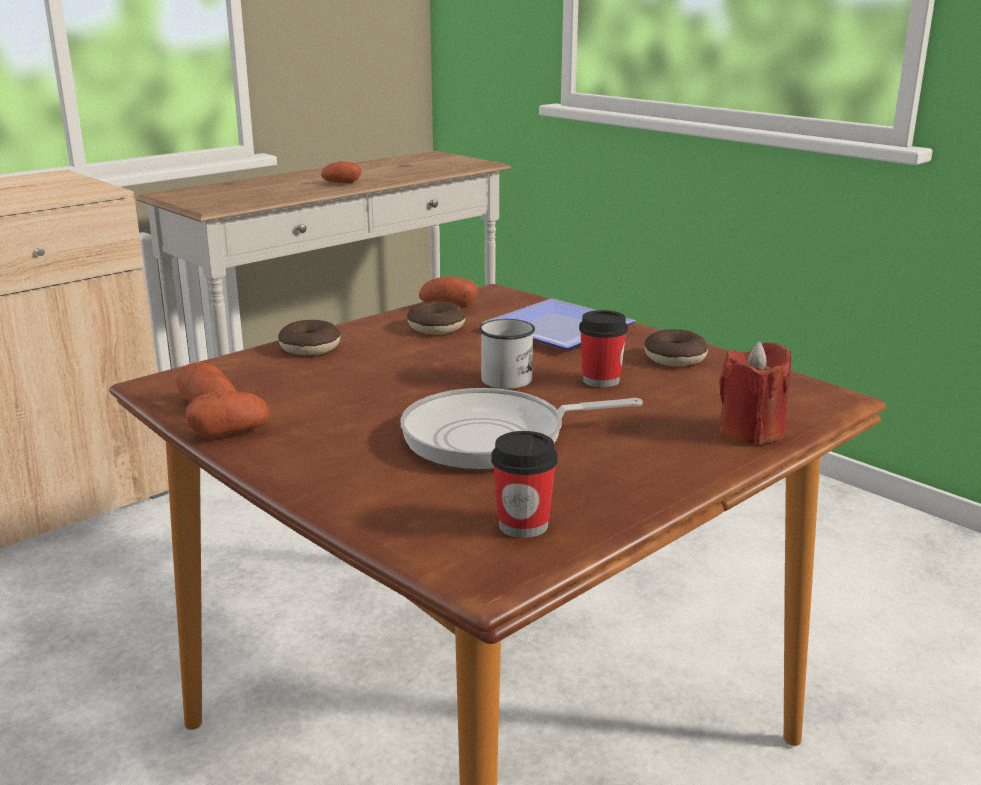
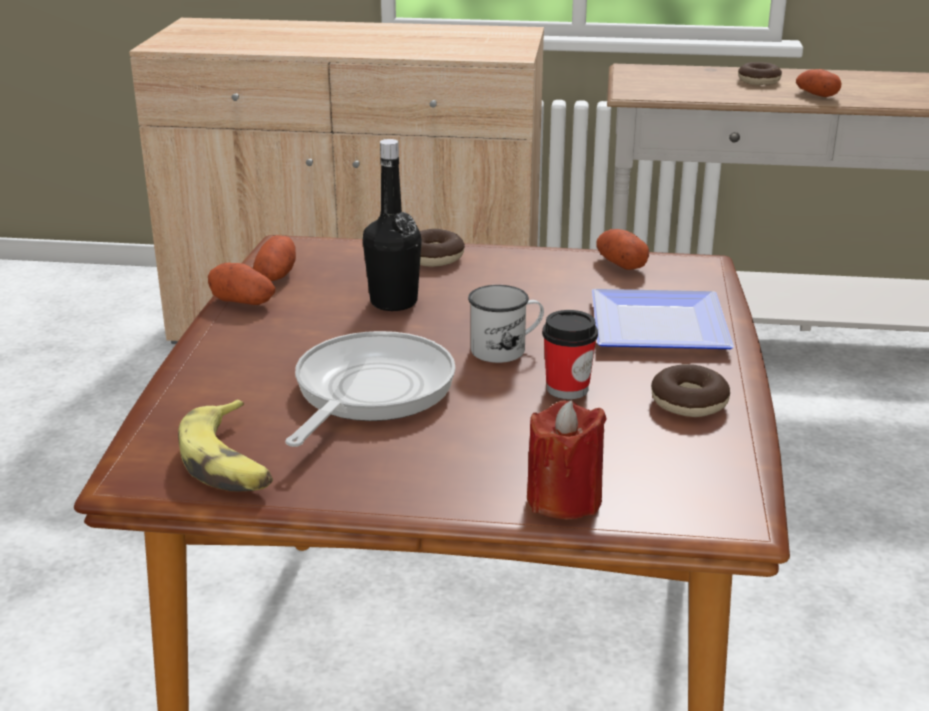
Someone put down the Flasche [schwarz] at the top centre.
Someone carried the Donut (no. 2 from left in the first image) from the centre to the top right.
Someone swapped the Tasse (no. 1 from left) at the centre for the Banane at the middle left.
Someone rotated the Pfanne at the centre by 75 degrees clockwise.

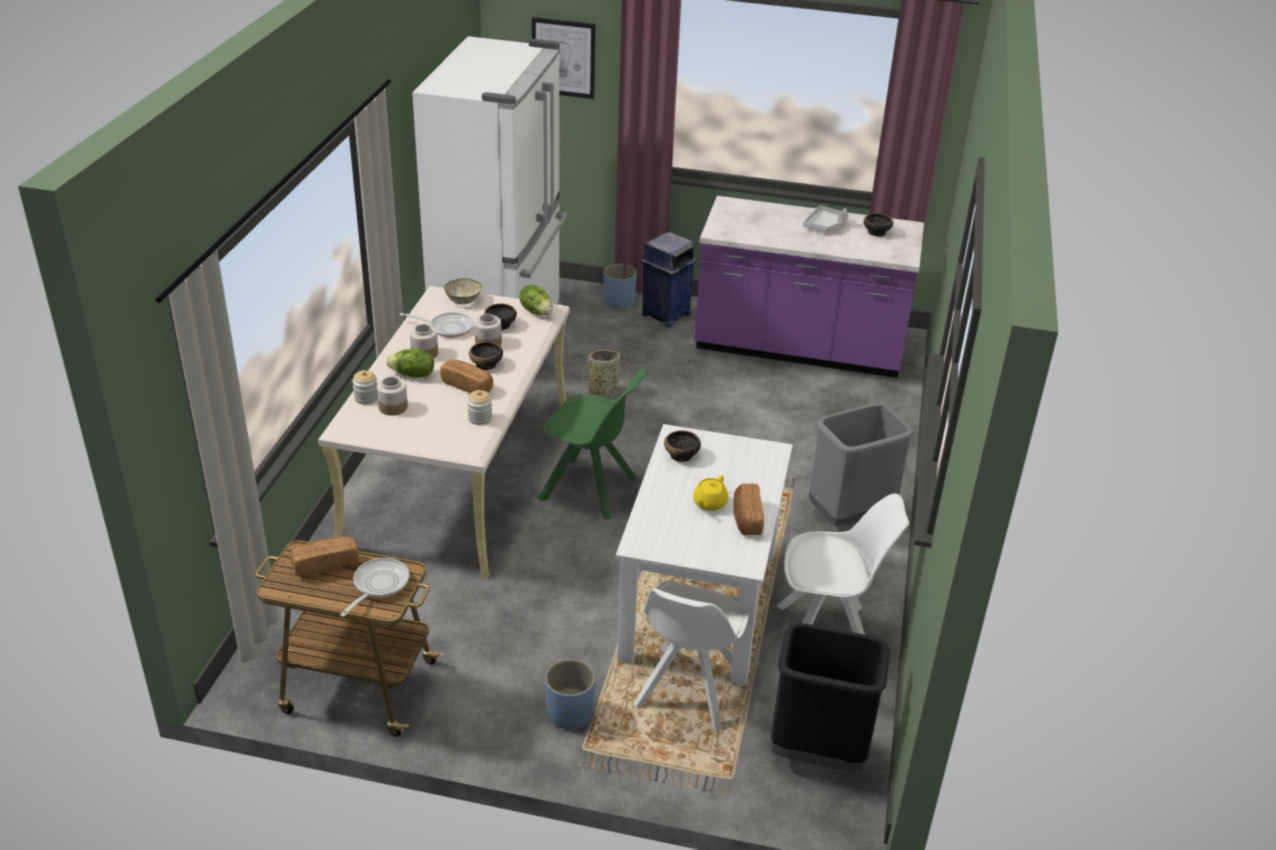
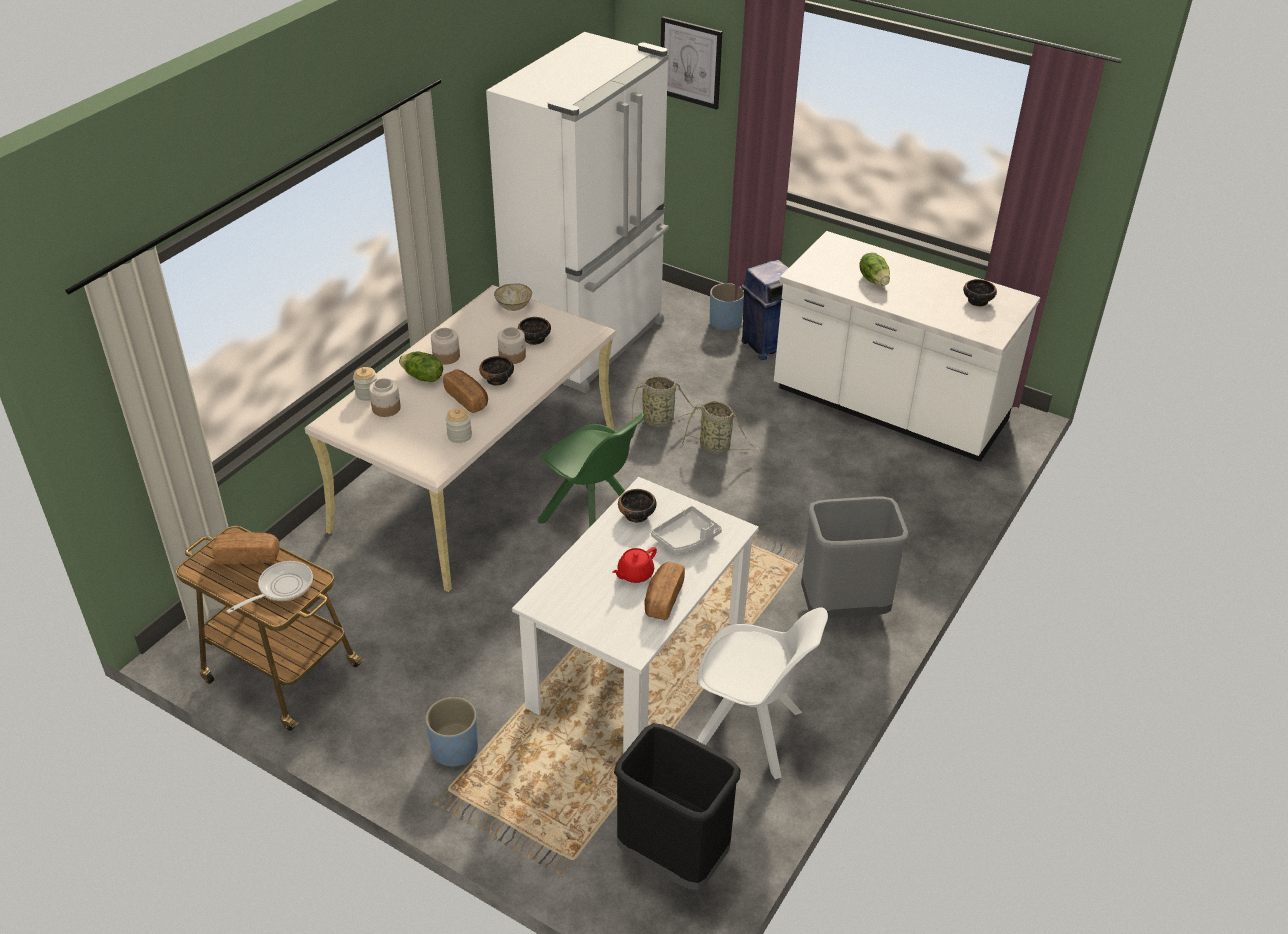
Someone took away the Pfanne (no. 2 from left) at the centre.
Someone took away the Stuhl [weiß] (no. 1 from left) at the bottom centre.
Someone put down the Korb (no. 2 from left) at the centre.
Someone carried the Salatkopf (no. 2 from left) from the centre to the top right.
Someone carried the Tablett [grau] from the top centre to the centre.
Someone repainted the Teekanne [gelb] at the centre, which became the Teekanne [rot] at the centre.
Someone repainted the Küchenzeile [lila] at the centre, which became the Küchenzeile [weiß] at the middle right.

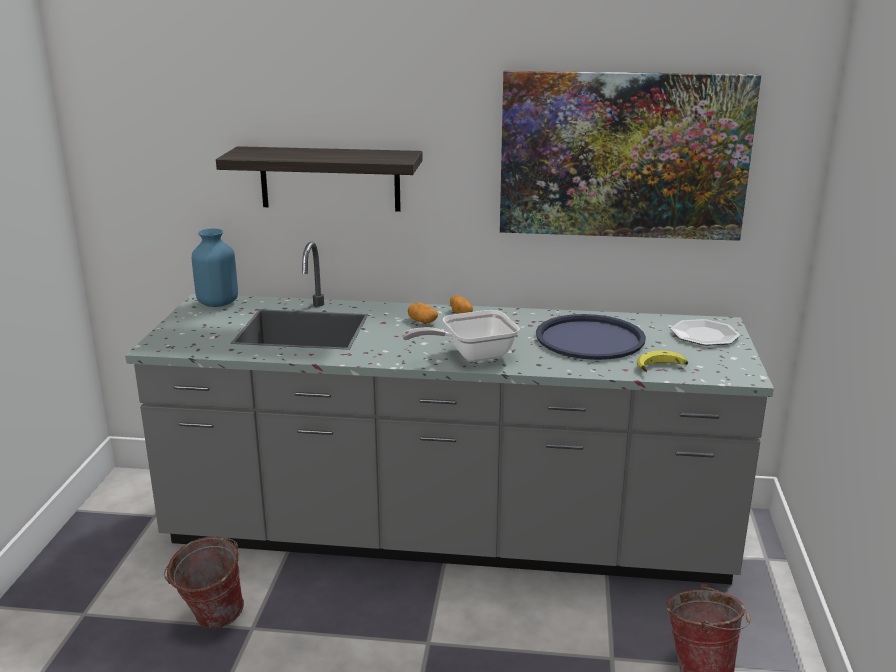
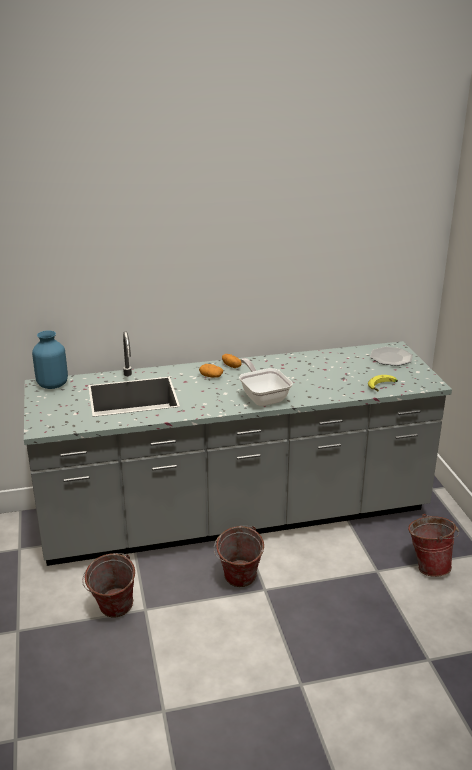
Someone took away the Wandregal at the top centre.
Someone took away the Bild at the top right.
Someone took away the Tablett [blau] at the centre.
Someone put down the Eimer (no. 2 from left) at the bottom centre.
Someone rotated the Pfanne at the centre by 105 degrees clockwise.

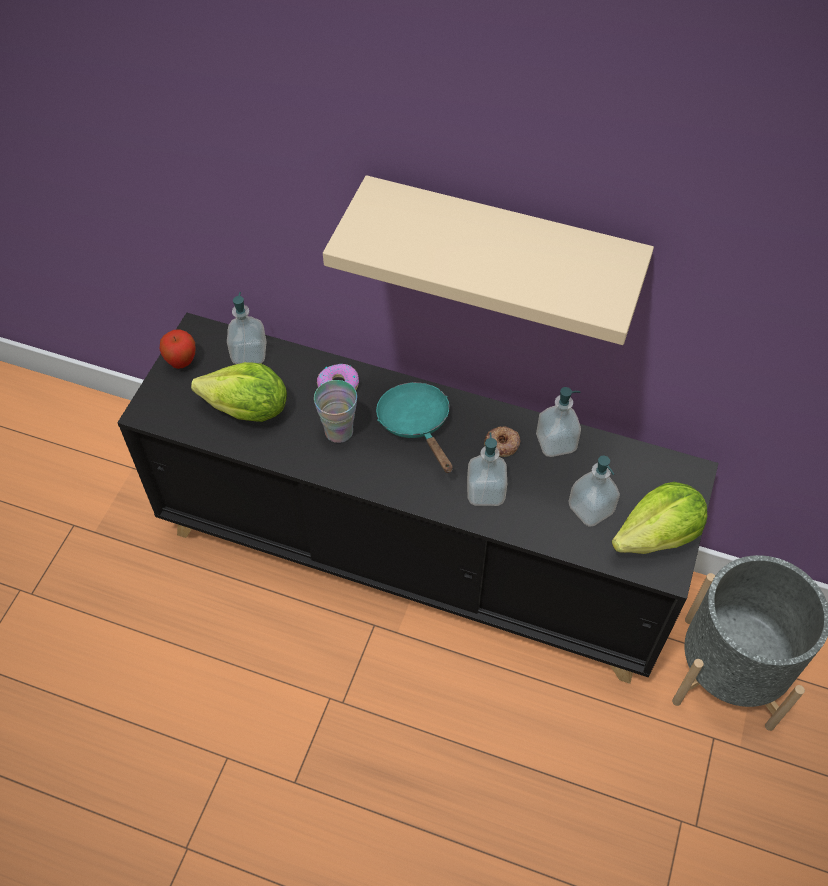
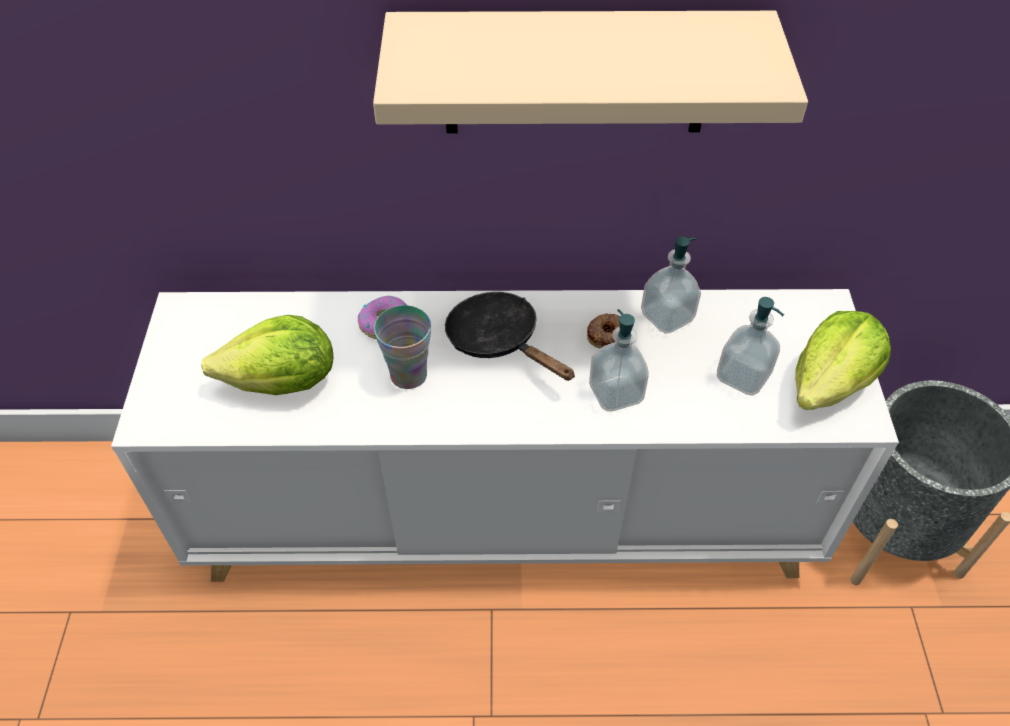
Someone took away the Apfel at the middle left.
Someone took away the Seifenspender (no. 1 from left) at the middle left.
Someone repainted the Schrank [schwarz] at the centre, which became the Schrank [weiß] at the centre.
Someone repainted the Pfanne [türkis] at the centre, which became the Pfanne [schwarz] at the centre.

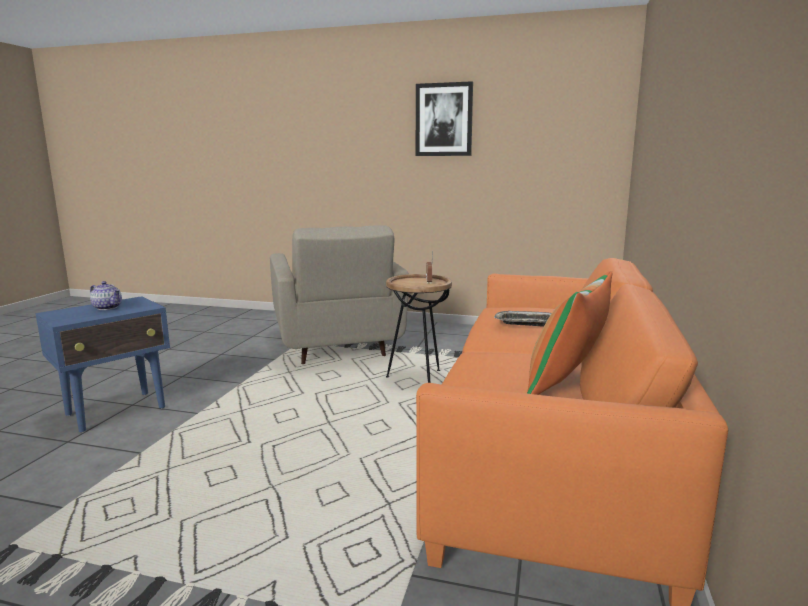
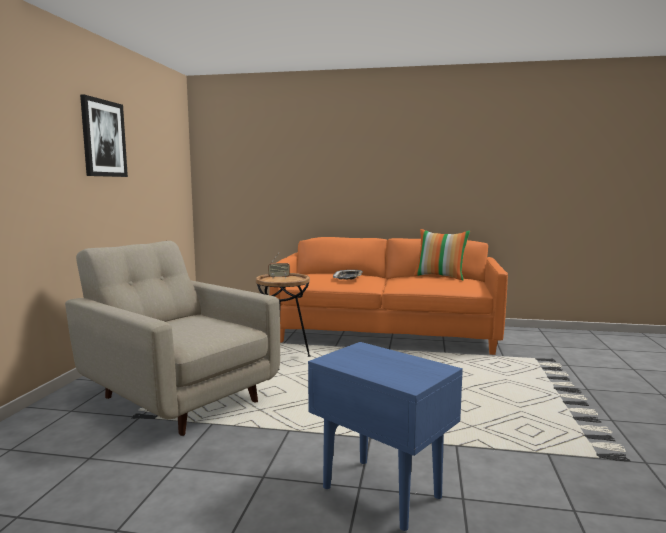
Someone took away the Teekanne at the middle left.
Someone rotated the Sessel [beige] at the centre by 120 degrees counterclockwise.

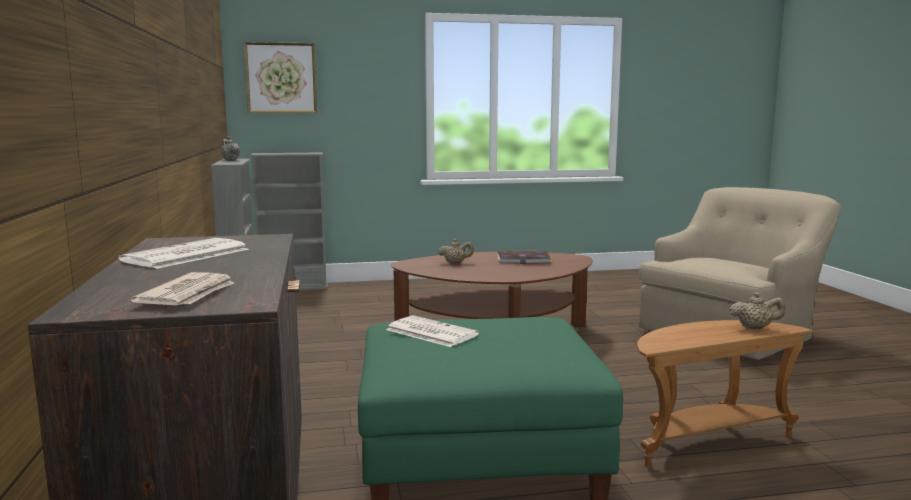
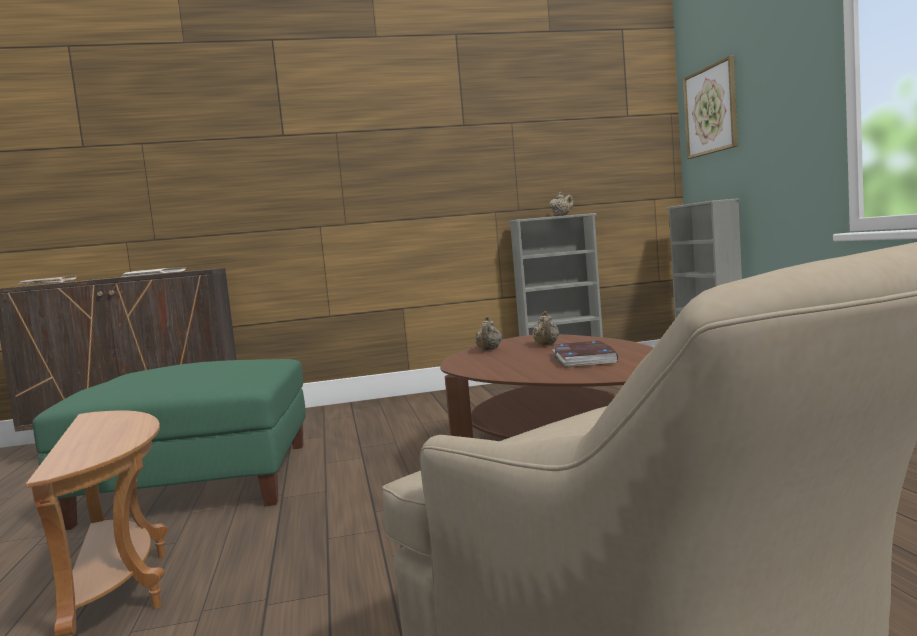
Someone took away the Zeitung (no. 3 from left) at the centre.
Someone carried the Teekanne [beige] (no. 3 from left in the first image) from the middle right to the centre.

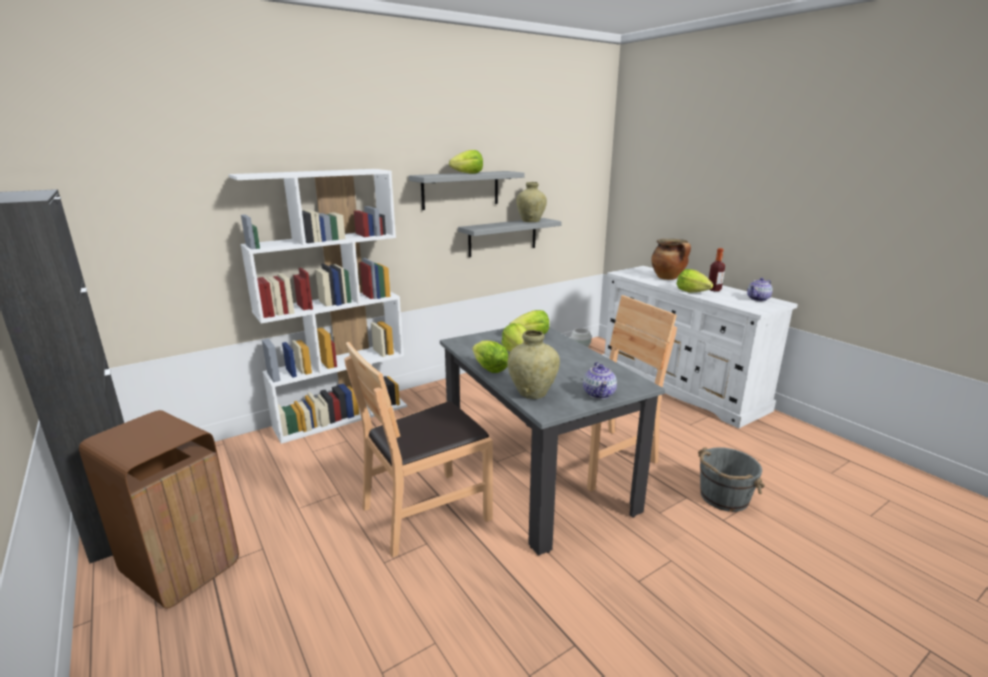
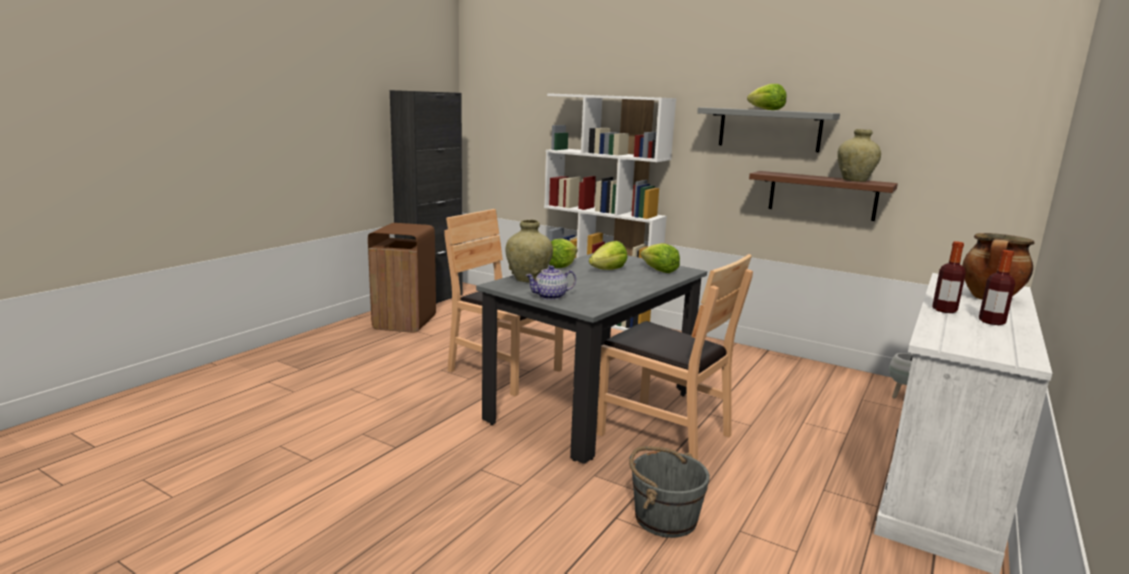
Someone took away the Teekanne (no. 2 from left) at the middle right.
Someone swapped the Salatkopf (no. 5 from left) at the middle right for the Flasche (no. 1 from left) at the middle right.
Someone repainted the Wandregal [grau] (no. 2 from left) at the centre, which became the Wandregal [braun] at the middle right.

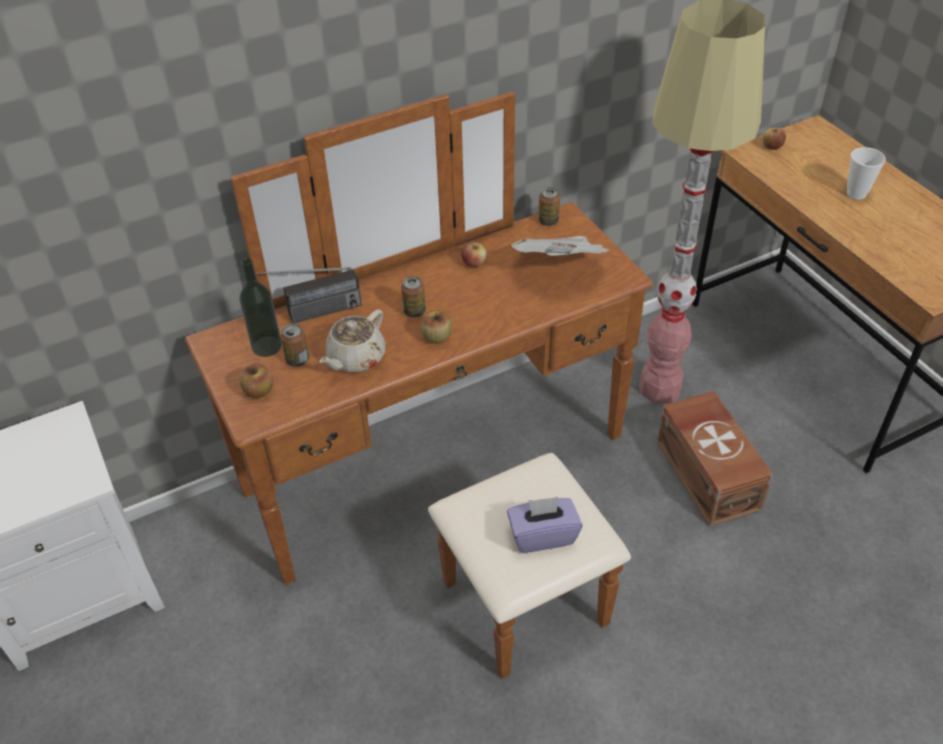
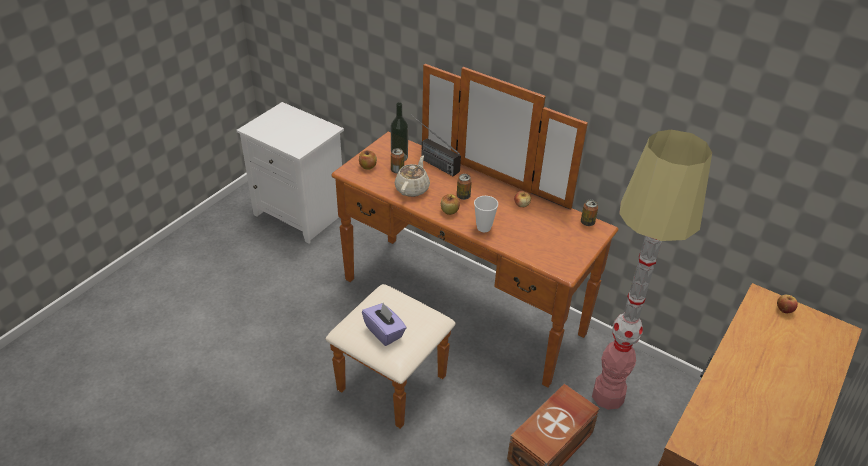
Someone took away the Zeitung at the top centre.
Someone carried the Tasse from the top right to the centre.
Someone rotated the Teekanne [beige] at the centre by 105 degrees clockwise.

